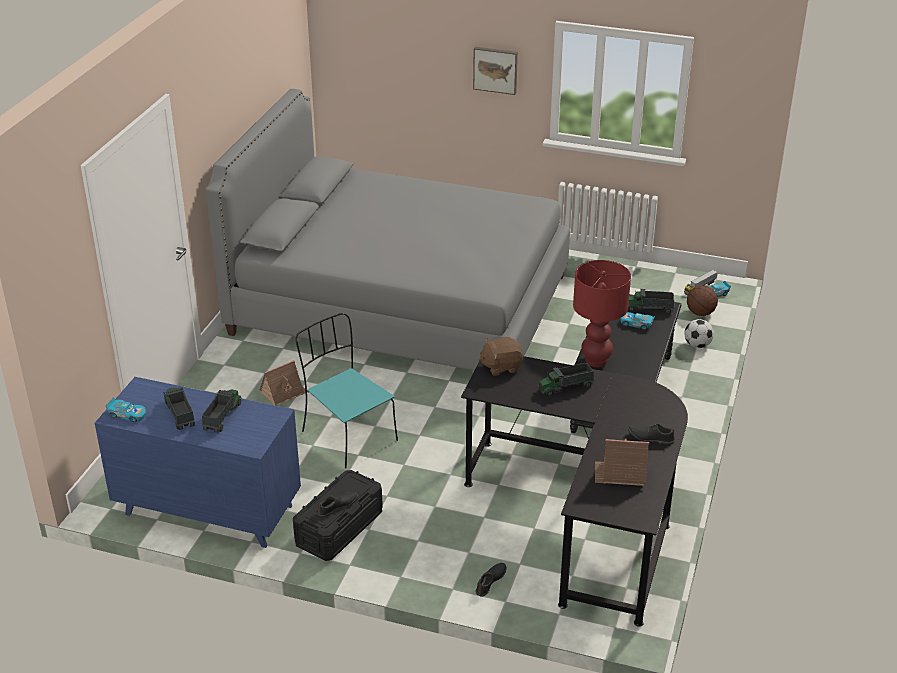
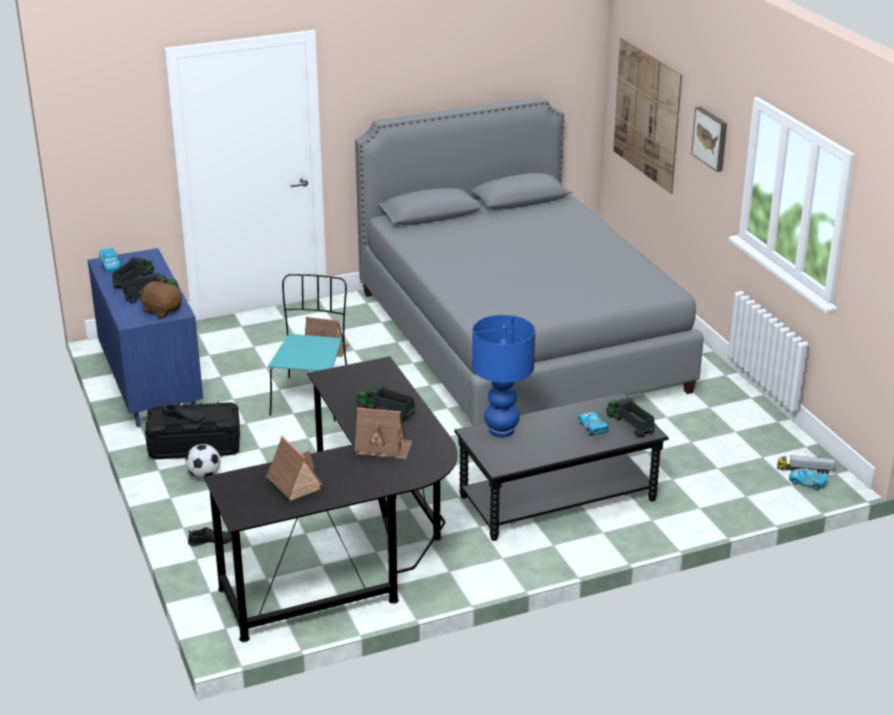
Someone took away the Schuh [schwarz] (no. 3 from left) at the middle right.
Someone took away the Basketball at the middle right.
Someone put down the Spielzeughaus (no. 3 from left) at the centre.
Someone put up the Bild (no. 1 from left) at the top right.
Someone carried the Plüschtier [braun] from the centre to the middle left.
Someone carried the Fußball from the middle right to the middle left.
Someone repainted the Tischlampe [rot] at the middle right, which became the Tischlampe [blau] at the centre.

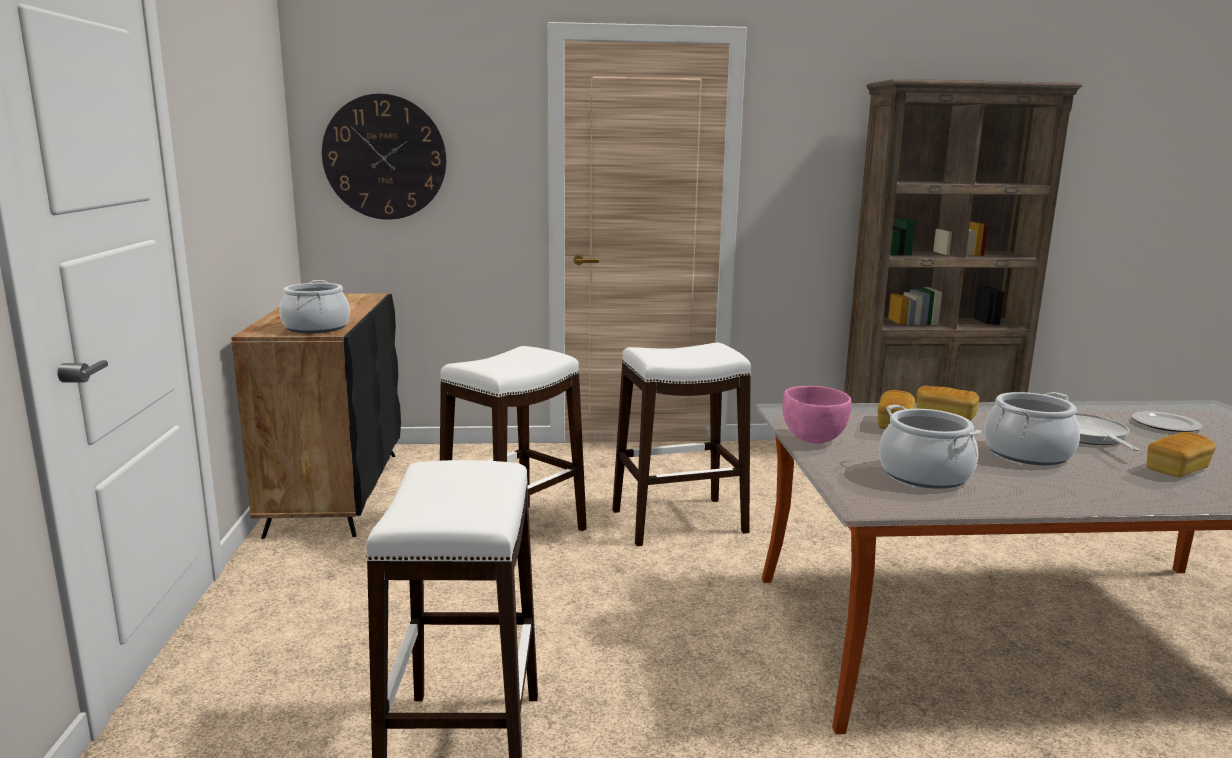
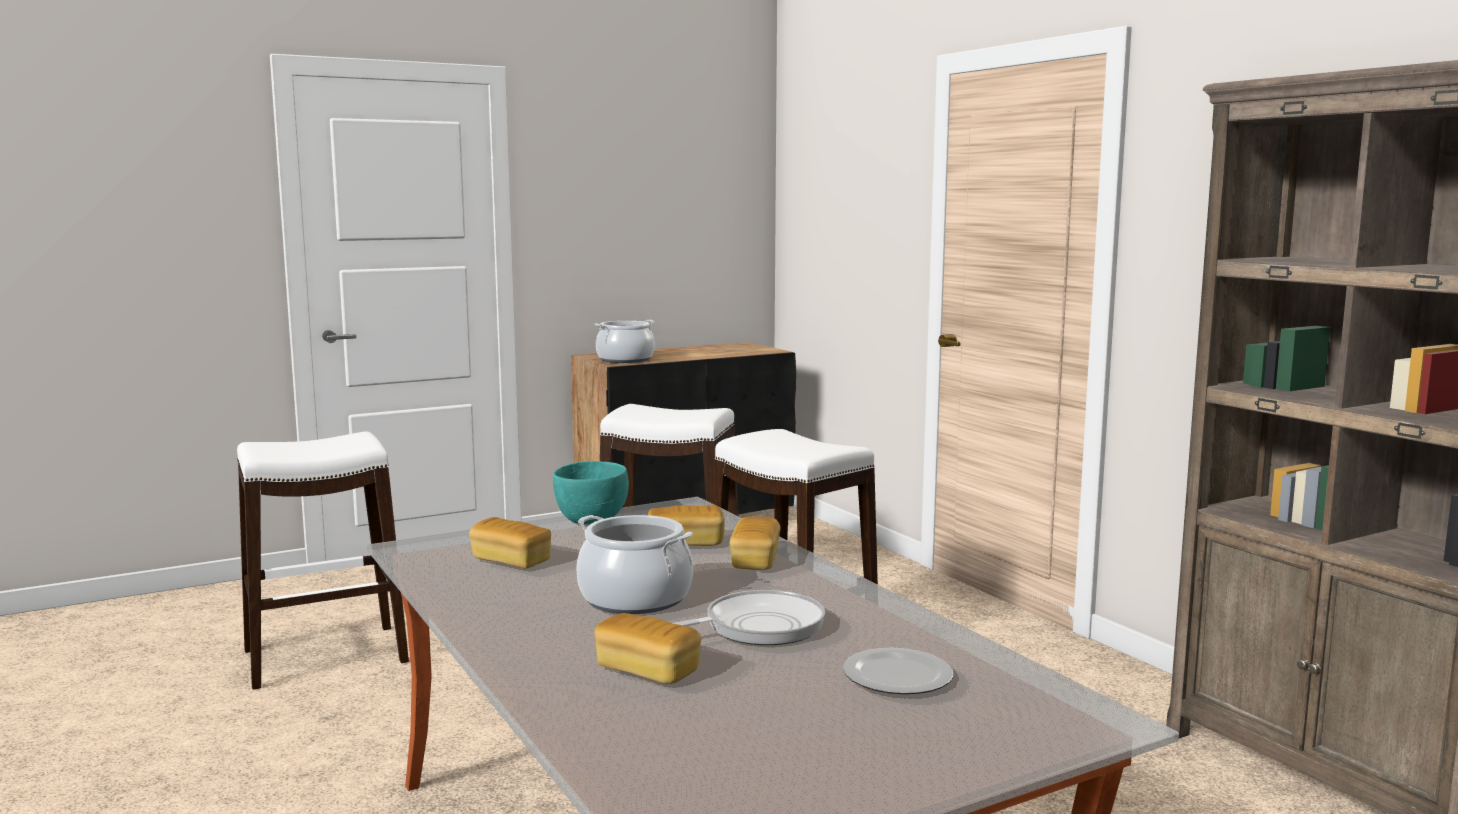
Someone took away the Wanduhr at the top left.
Someone swapped the Kochtopf (no. 2 from left) at the middle right for the Brot (no. 1 from left) at the centre.
Someone repainted the Schüssel [rosa] at the centre, which became the Schüssel [türkis] at the centre.

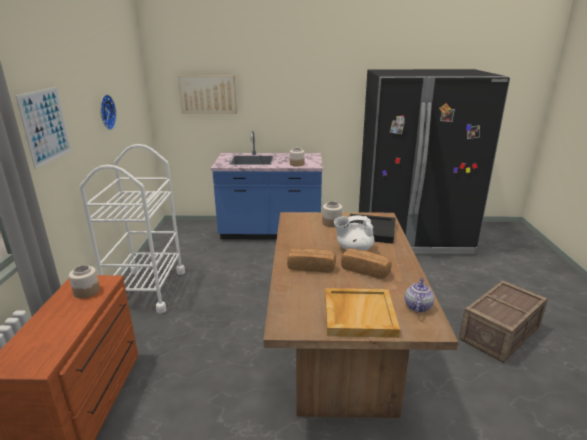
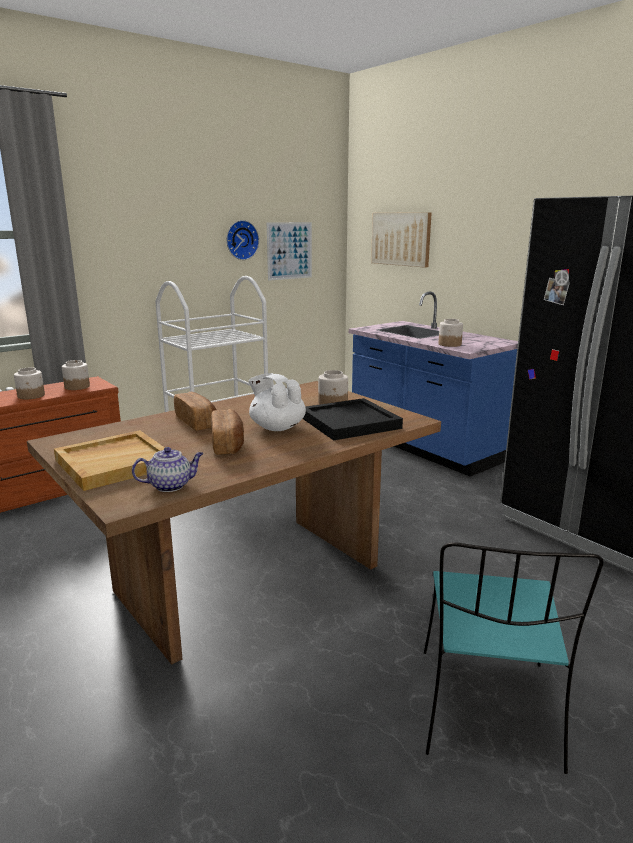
Someone put down the Vorratsglas (no. 1 from left) at the middle left.
Someone carried the Bild (no. 1 from left) from the top left to the top centre.
Someone swapped the Kiste at the bottom right for the Stuhl [türkis] at the bottom right.

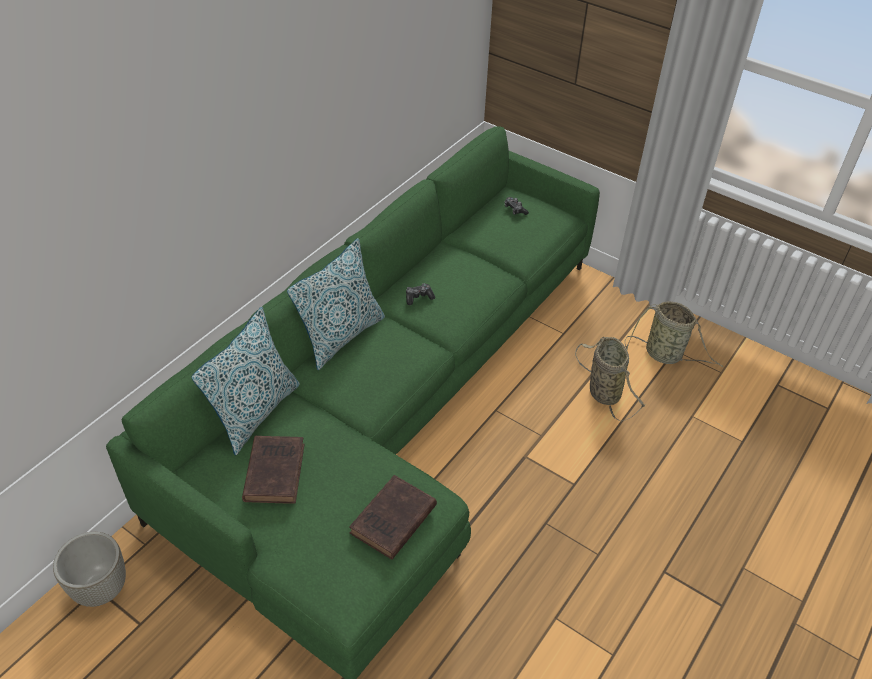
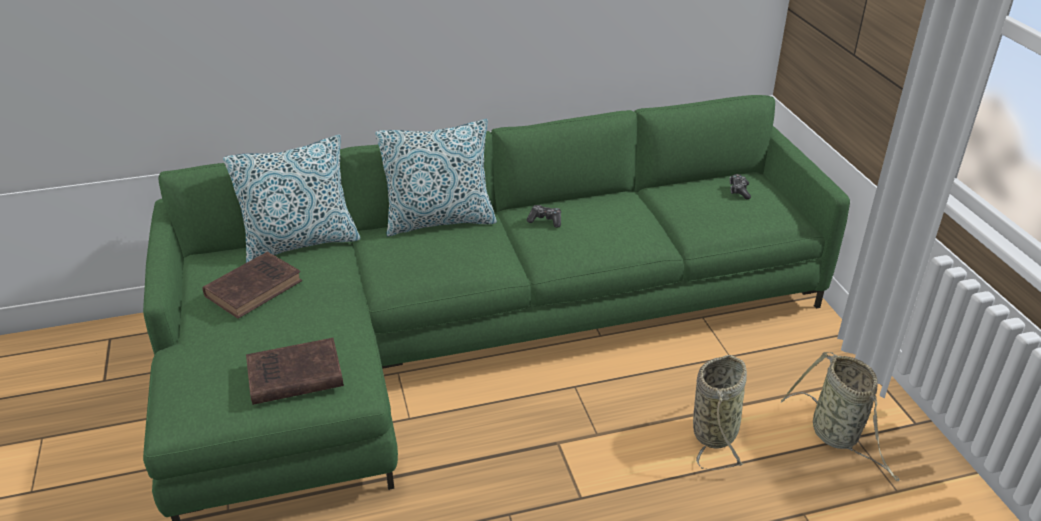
Someone took away the Pflanzkübel [grau] at the bottom left.

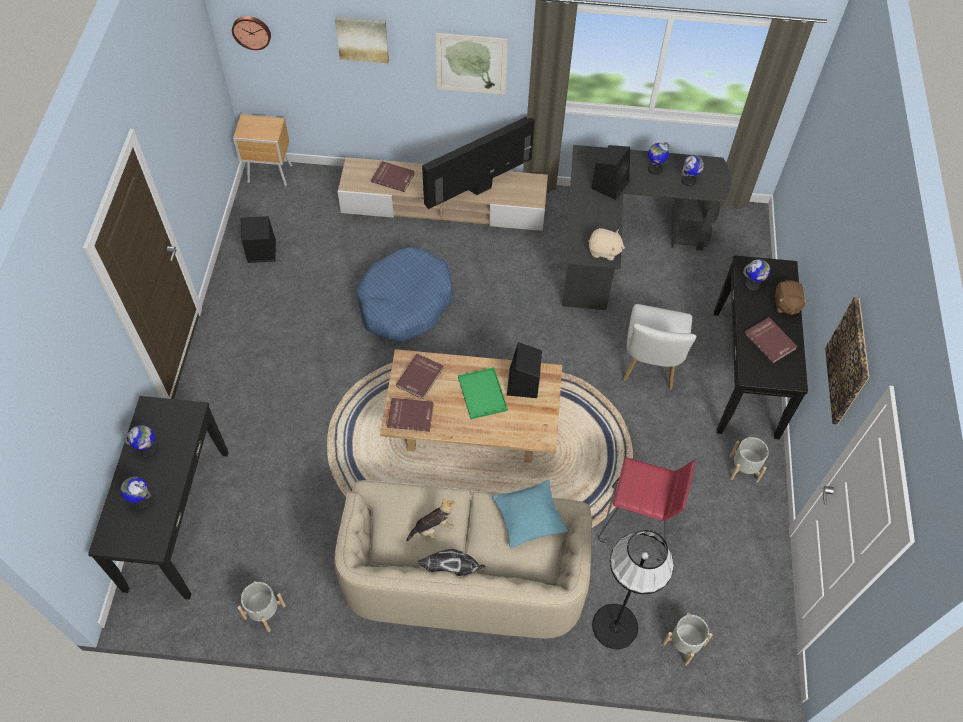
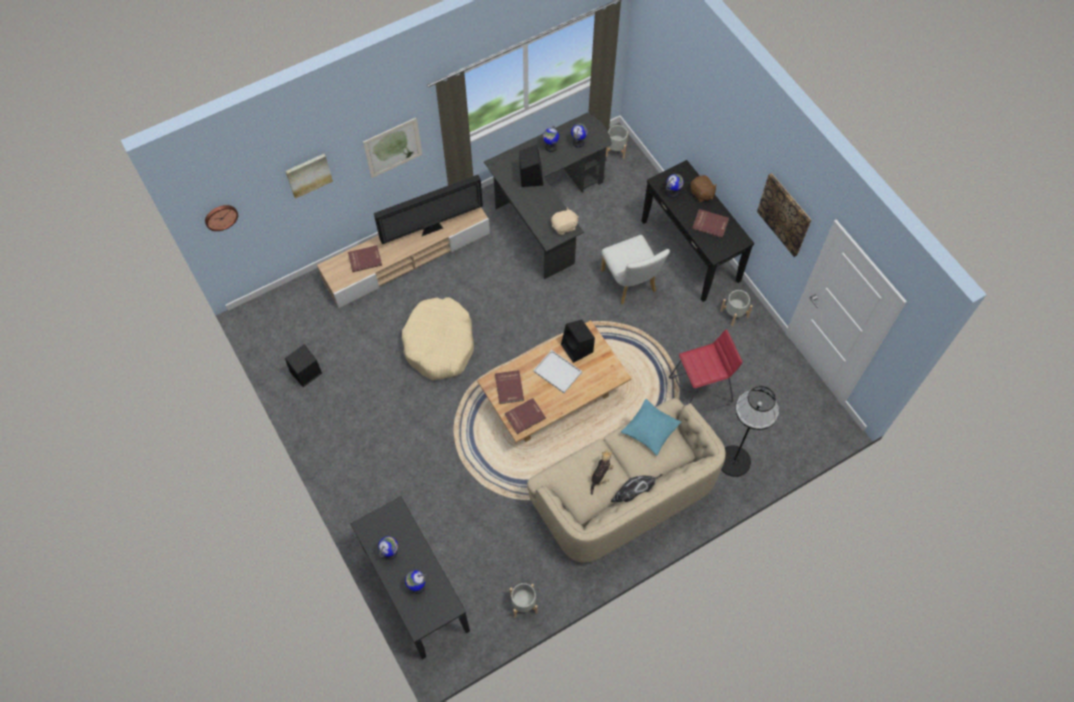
Someone took away the Nachttisch [braun] at the top left.
Someone carried the Pflanzkübel [grau] (no. 2 from left) from the bottom right to the top centre.
Someone repainted the Hundebett [blau] at the centre, which became the Hundebett [beige] at the centre.
Someone repainted the Tablett [grün] at the centre, which became the Tablett [weiß] at the centre.
Someone rotated the Fernseher at the top centre by 135 degrees counterclockwise.

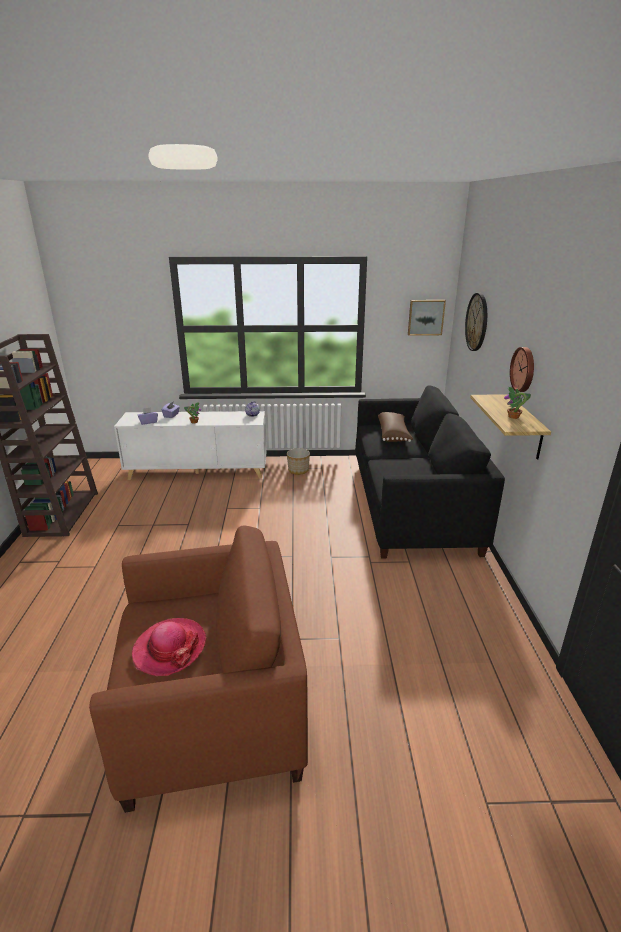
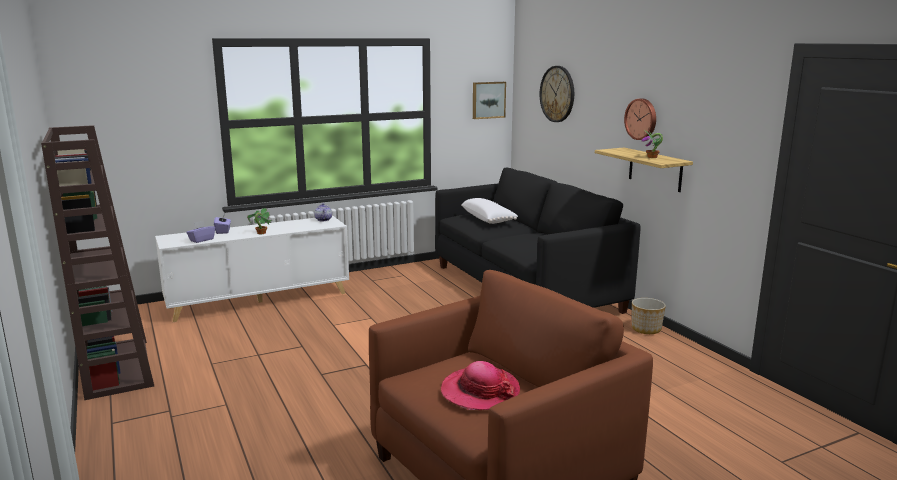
Someone carried the Pflanzkübel from the centre to the middle right.
Someone repainted the Kissen [braun] at the centre, which became the Kissen [weiß] at the centre.

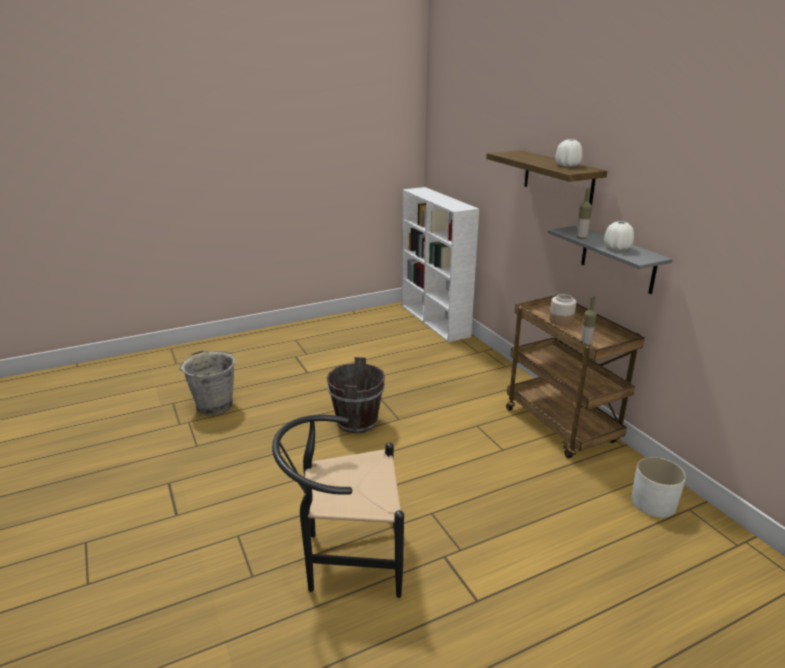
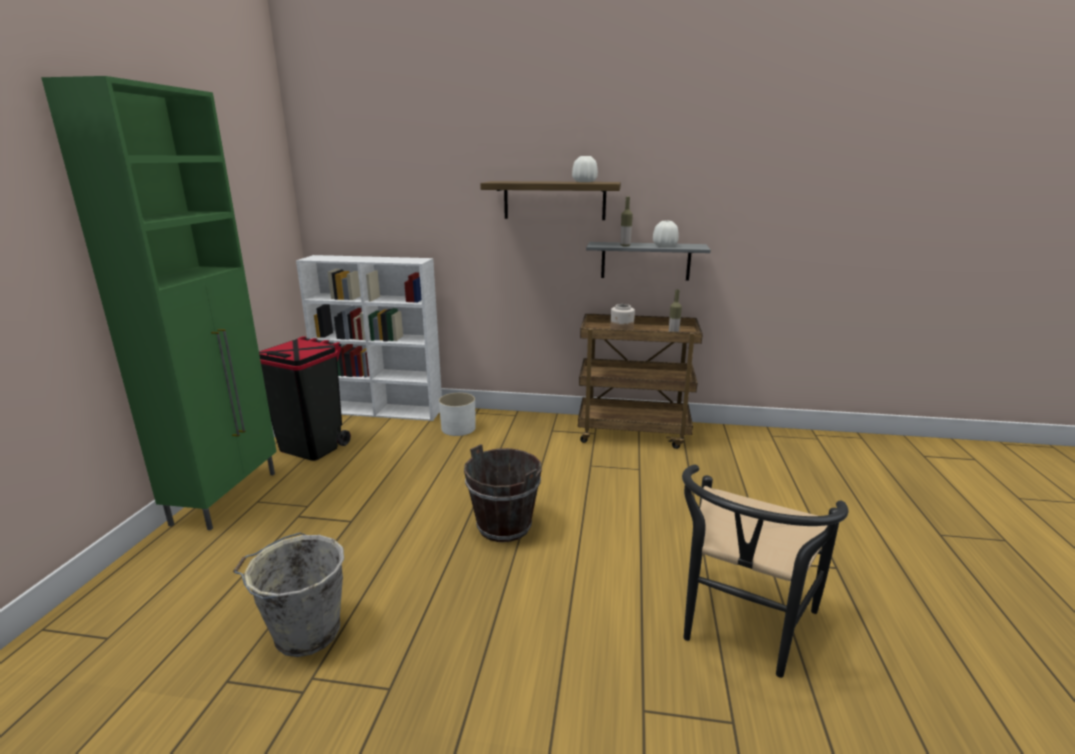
Someone put down the Schrank [grün] at the middle left.
Someone put down the Mülleimer [schwarz] at the middle left.
Someone carried the Pflanzkübel [weiß] from the bottom right to the centre.

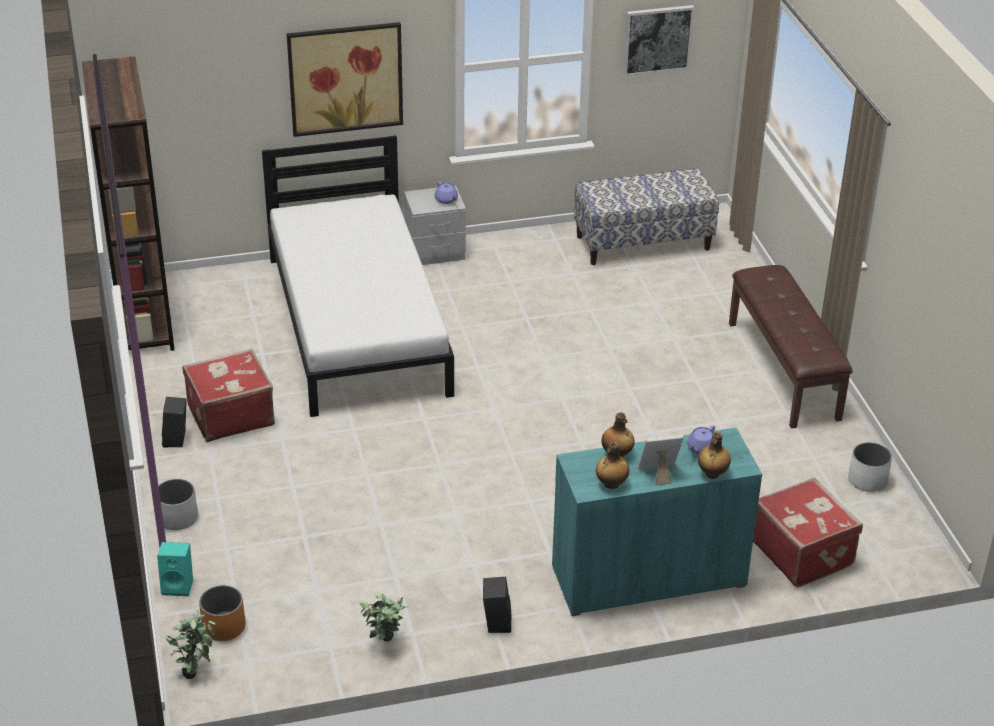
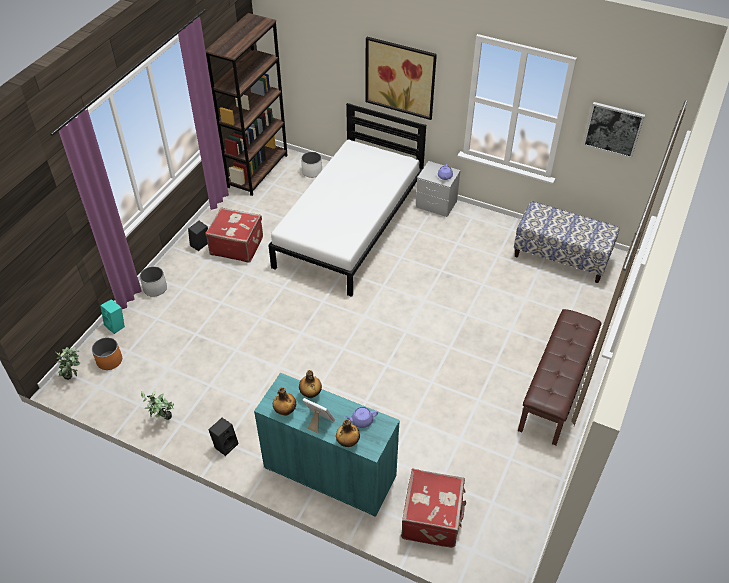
Someone carried the Pflanzkübel [weiß] (no. 2 from left) from the middle right to the top centre.

